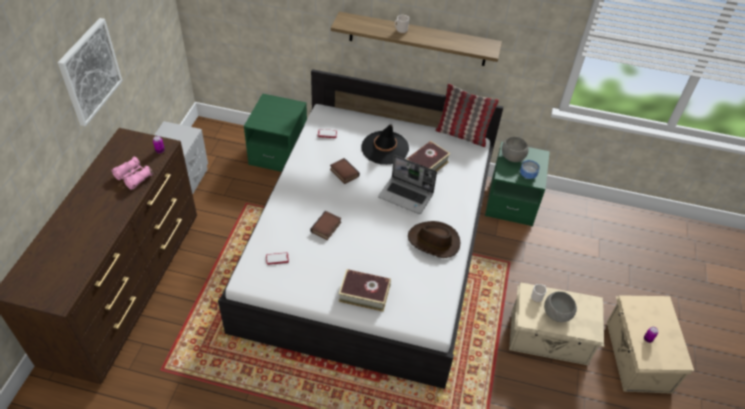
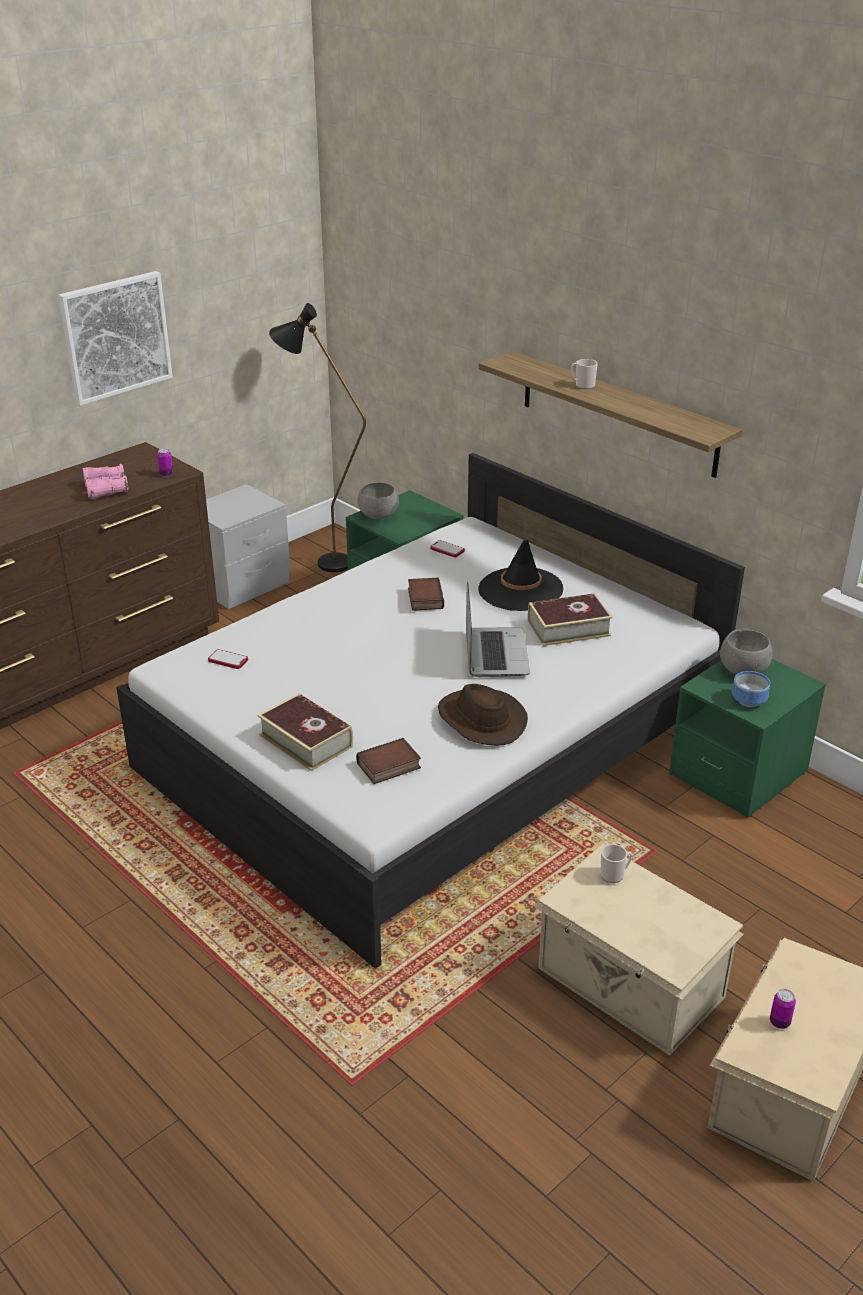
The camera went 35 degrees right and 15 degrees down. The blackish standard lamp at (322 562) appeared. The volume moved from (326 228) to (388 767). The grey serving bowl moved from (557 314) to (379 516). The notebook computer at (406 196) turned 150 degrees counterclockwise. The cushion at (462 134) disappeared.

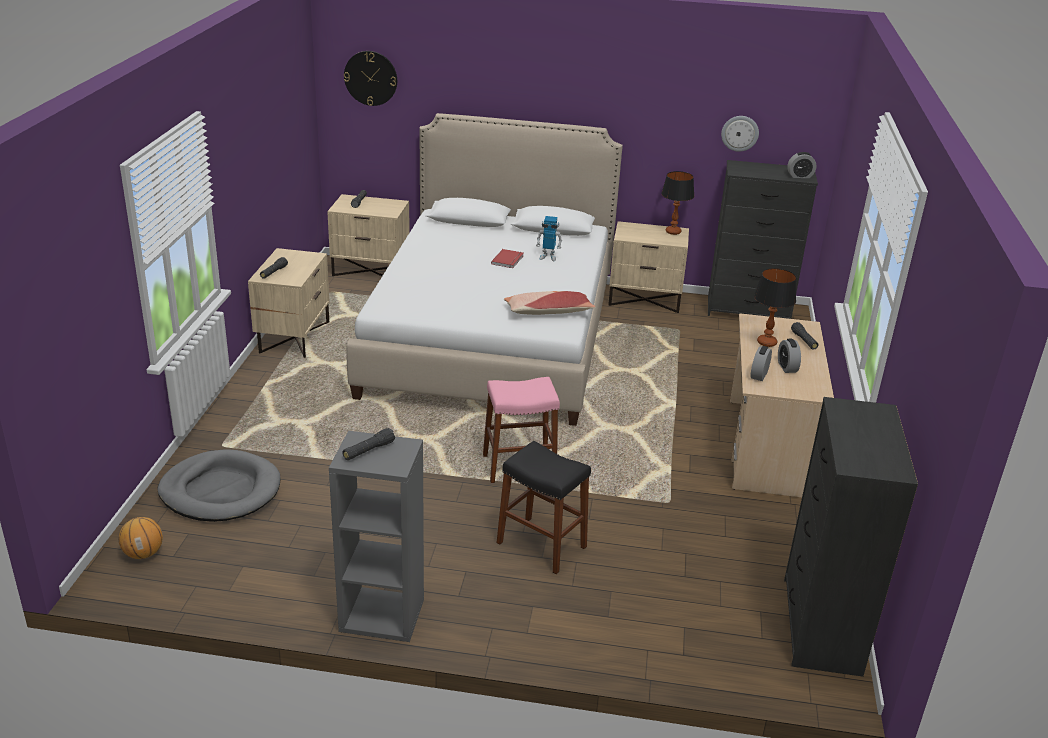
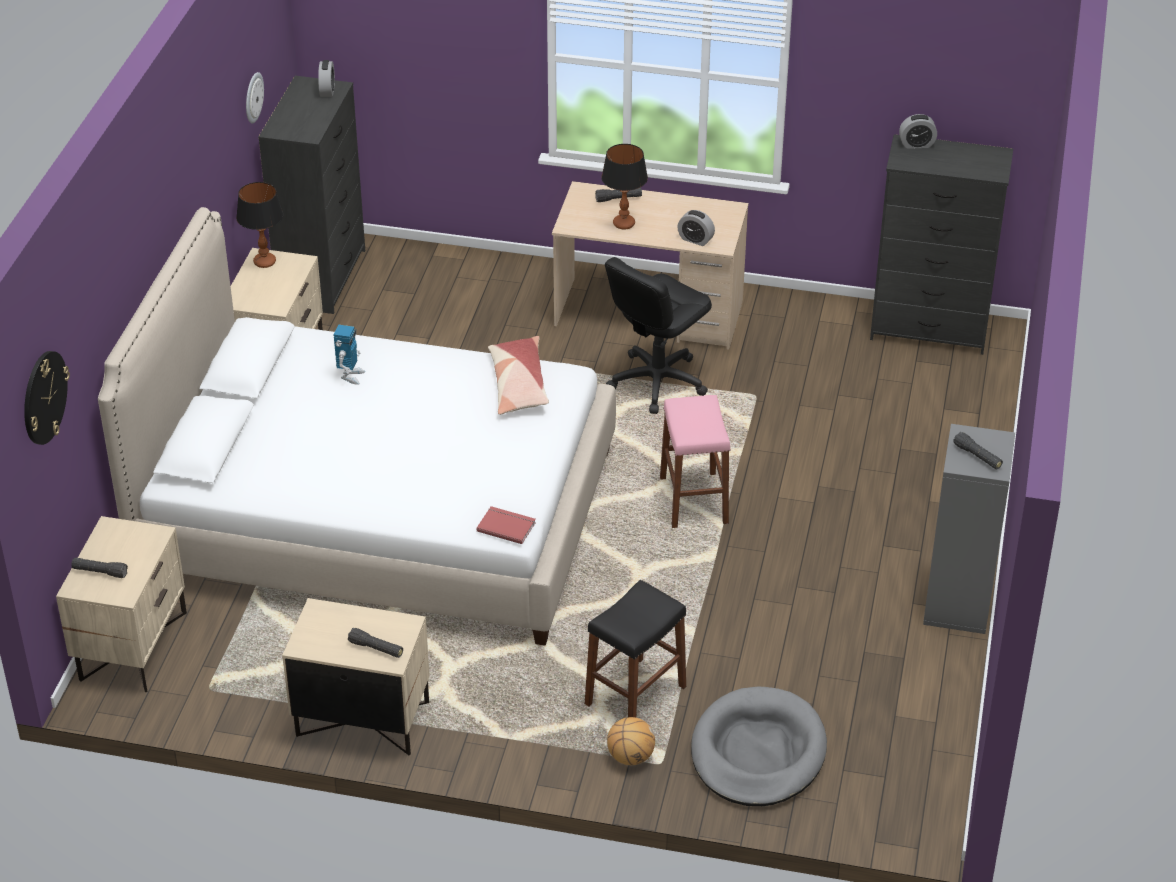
The camera went 85 degrees left and 10 degrees up. The red volume moved from (508 260) to (506 526). The blackish sitting stool moved from (541 545) to (635 695). The blackish computer chair at (657 382) appeared. The basketball ball moved from (143 554) to (630 757). The alarm clock moved from (787 367) to (916 144).

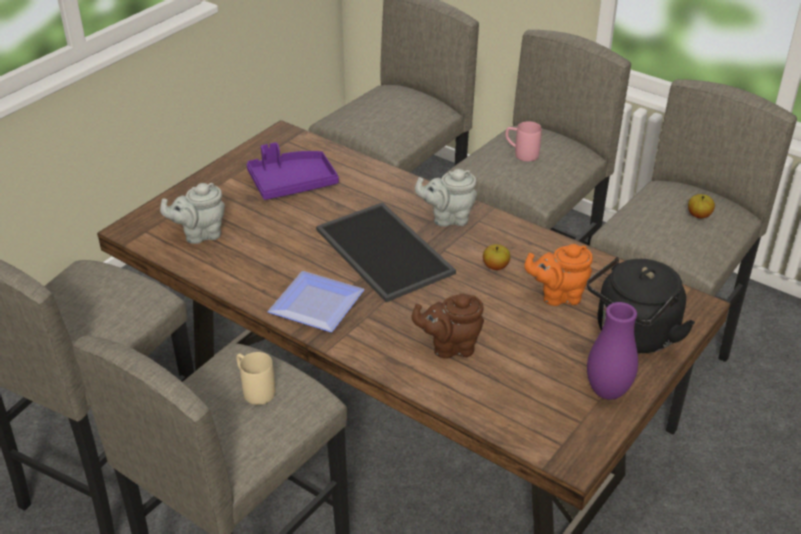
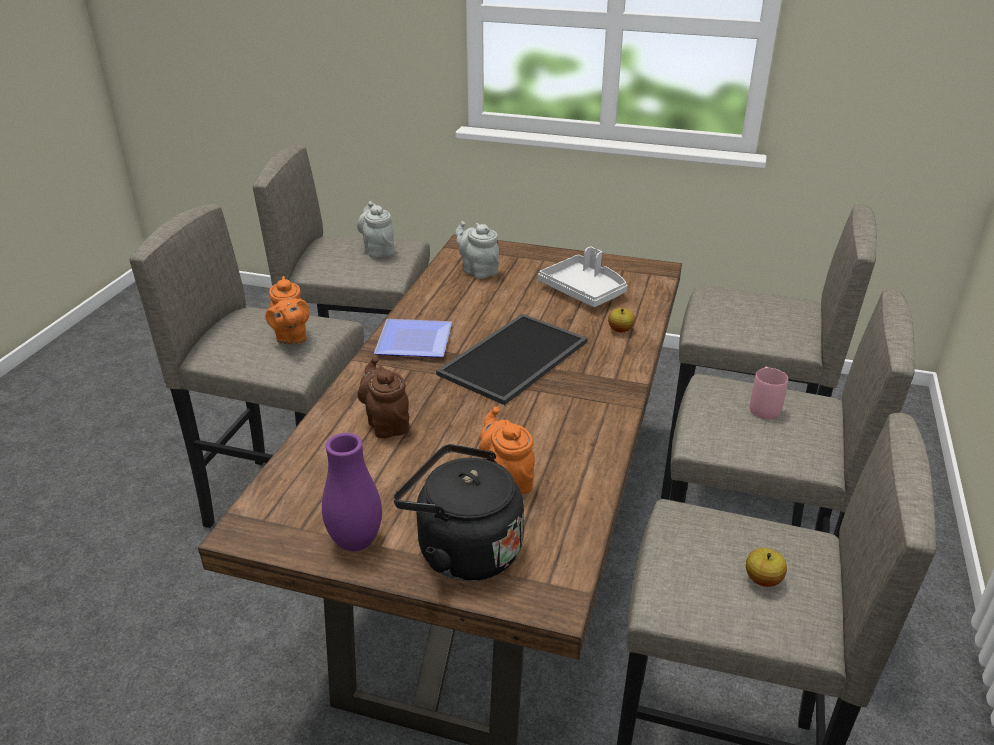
The camera went 70 degrees right and 5 degrees down. The sand-coloured coffee mug at (254 389) was replaced by the orange teapot at (291 337). The grey teapot moved from (448 218) to (378 250). The purplish tray at (292 183) became the grey tray at (584 291). The apple fruit moved from (495 266) to (620 330).

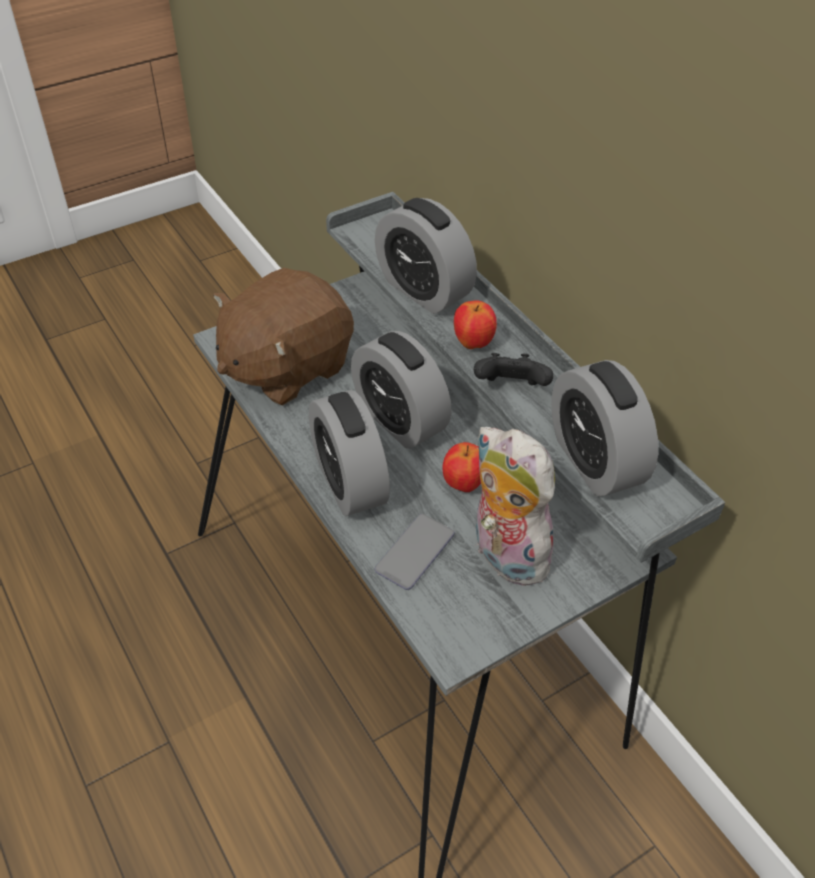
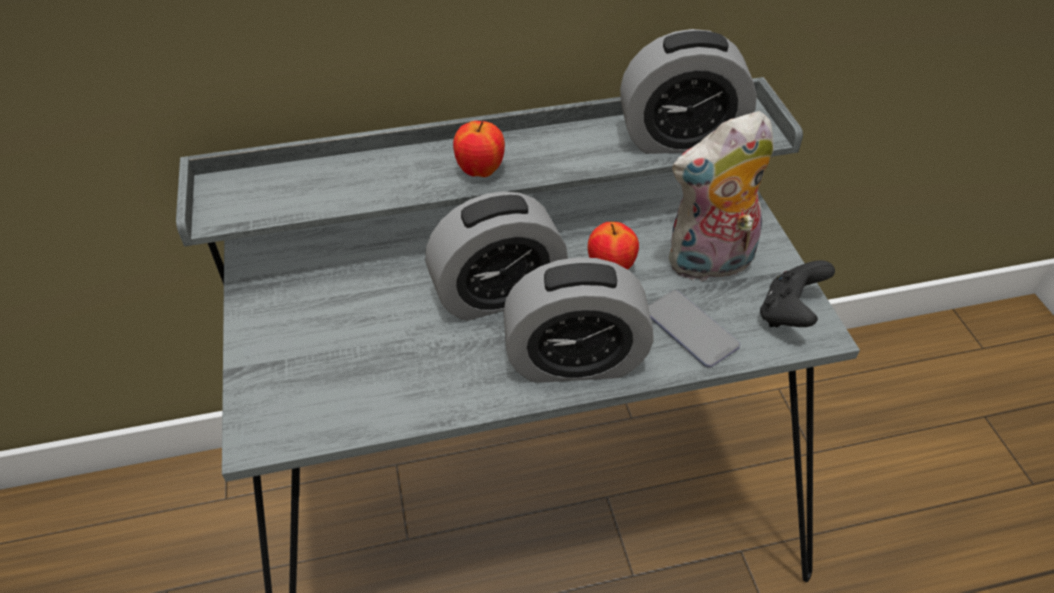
The camera went 70 degrees left and 0 degrees up. The blackish joypad moved from (510 388) to (789 313). The brown-coloured cuddly toy at (285 366) disappeared. The alarm clock at (423 290) disappeared.

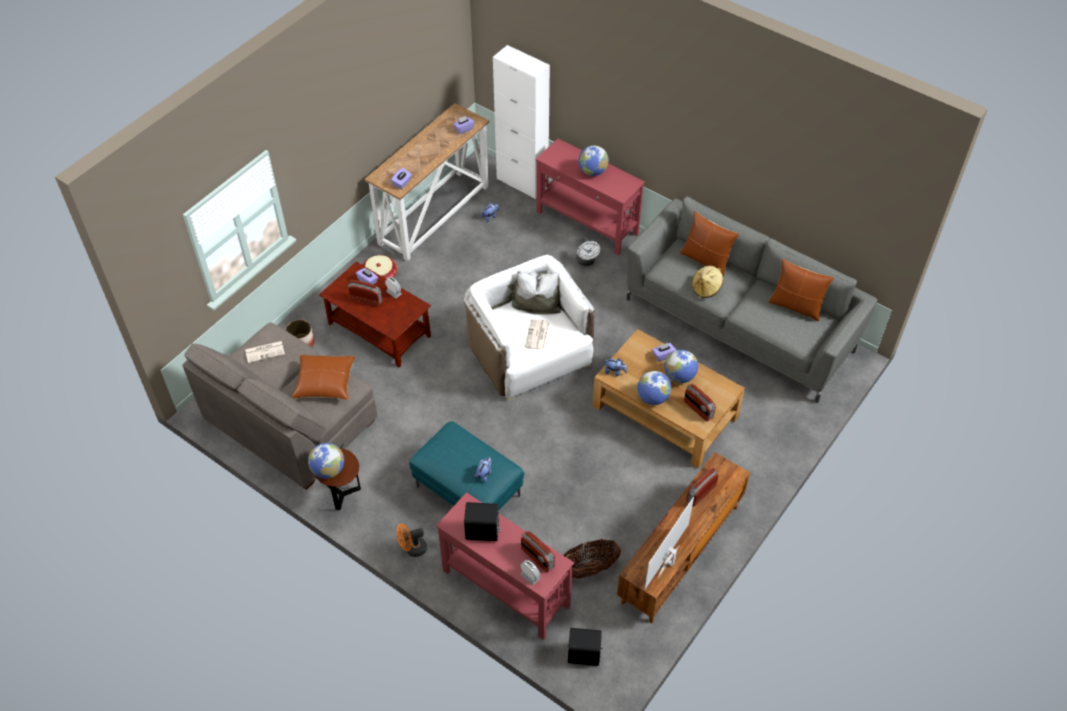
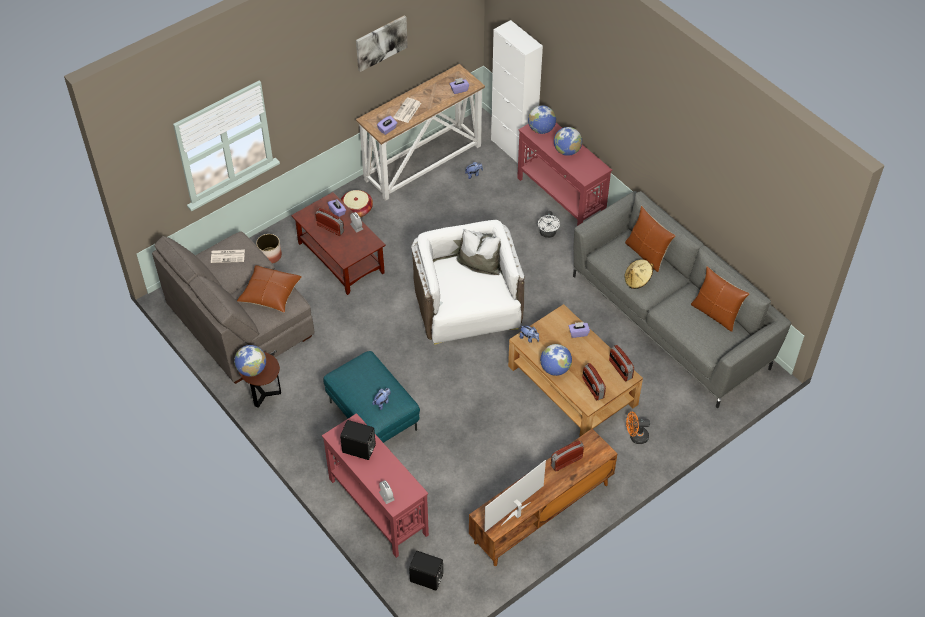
The camera went 15 degrees right and 0 degrees up. The wall art at (381 42) appeared. The daily paper moved from (537 335) to (407 111). The world globe moved from (679 376) to (541 129). The radio moved from (537 558) to (620 369). The orange electric fan moved from (412 549) to (635 437). The household basket at (588 568) disappeared.

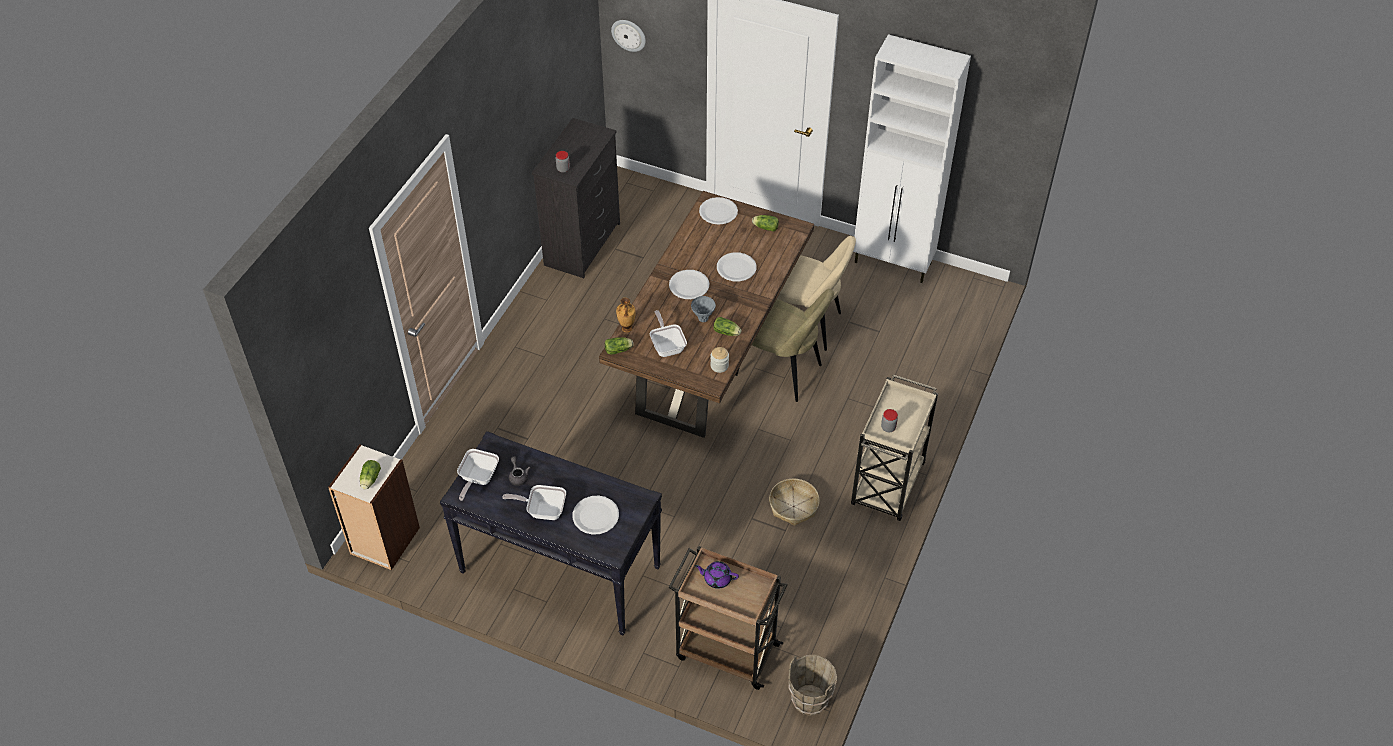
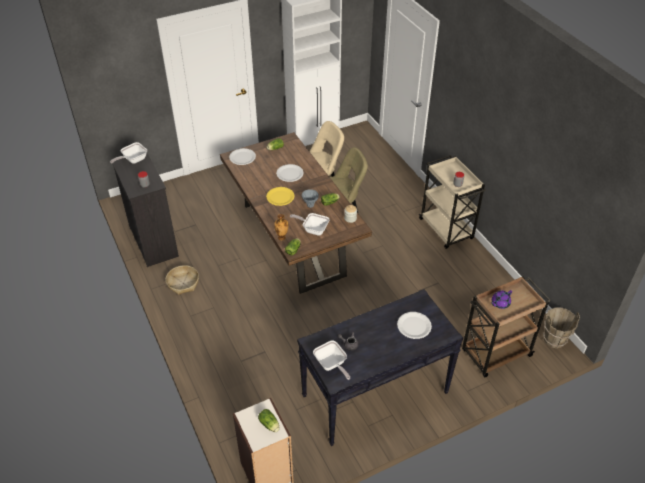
The camera went 50 degrees left and 5 degrees down. The frying pan moved from (543 510) to (133 160). The household basket moved from (793 506) to (183 283). The white-coloured flat dish at (689 285) became the yellowish flat dish at (280 197). The wall clock at (629 35) disappeared.

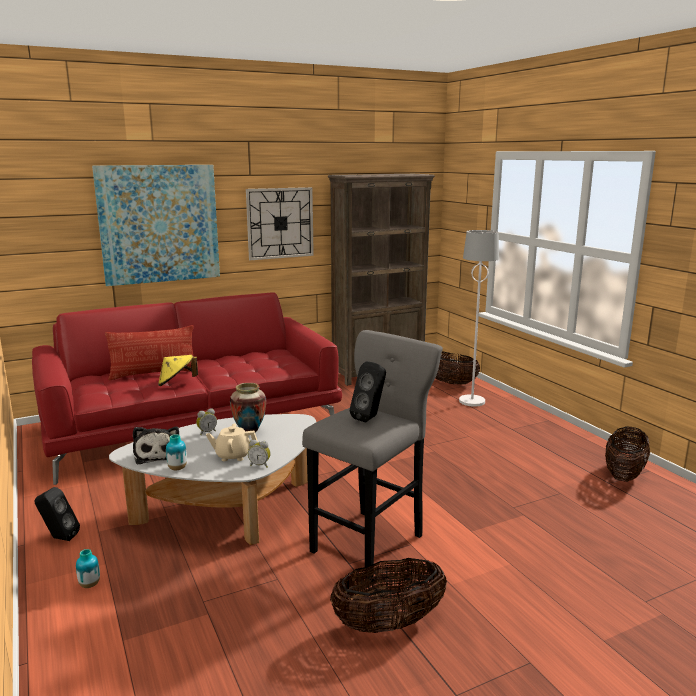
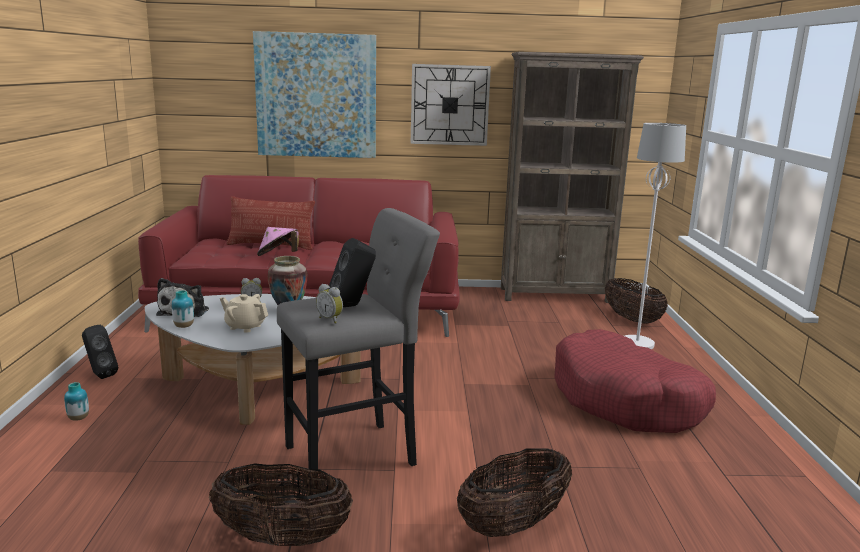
The camera went 25 degrees right and 0 degrees up. The yellowish wearable hat at (177 383) became the pinkish wearable hat at (278 256). The alarm clock moved from (260 465) to (331 319). The household basket moved from (624 474) to (513 524). The red pet bed at (626 400) appeared.

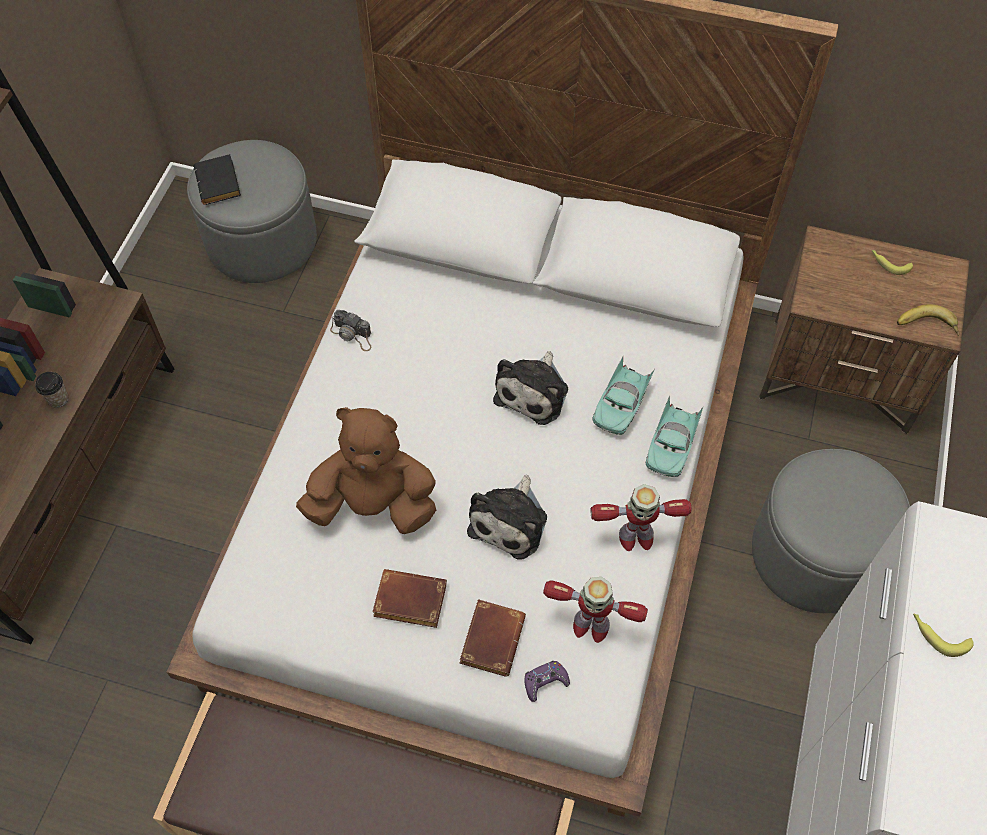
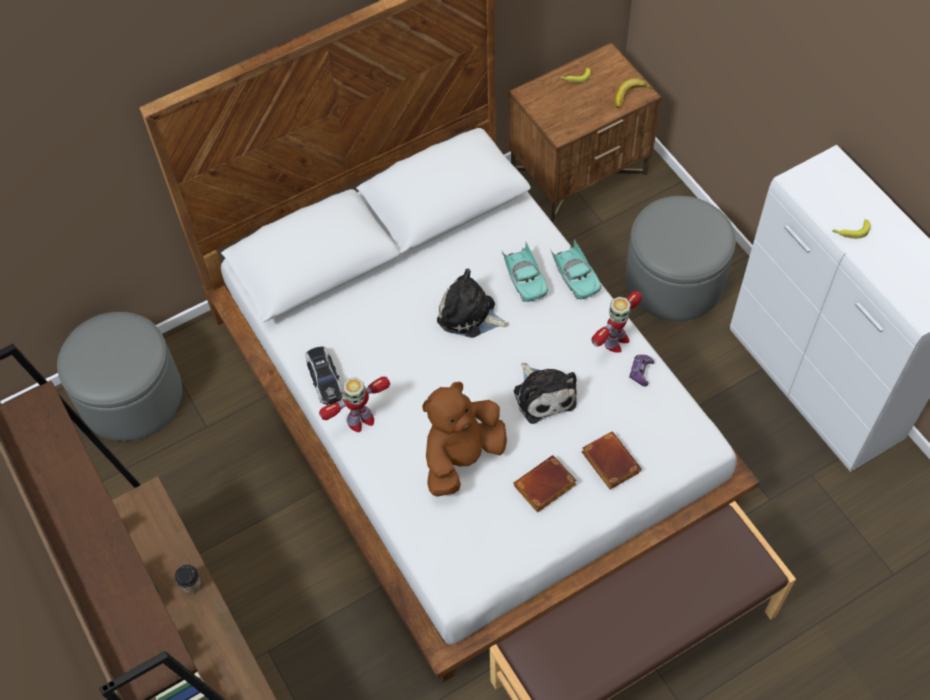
The camera went 45 degrees left and 0 degrees up. The still camera at (353 335) was replaced by the miniature car at (325 379). The robot figure moved from (590 625) to (360 420). The cuddly toy at (534 391) turned 135 degrees clockwise. The purplish joypad moved from (545 682) to (641 372). The blackish volume at (220 184) disappeared.

